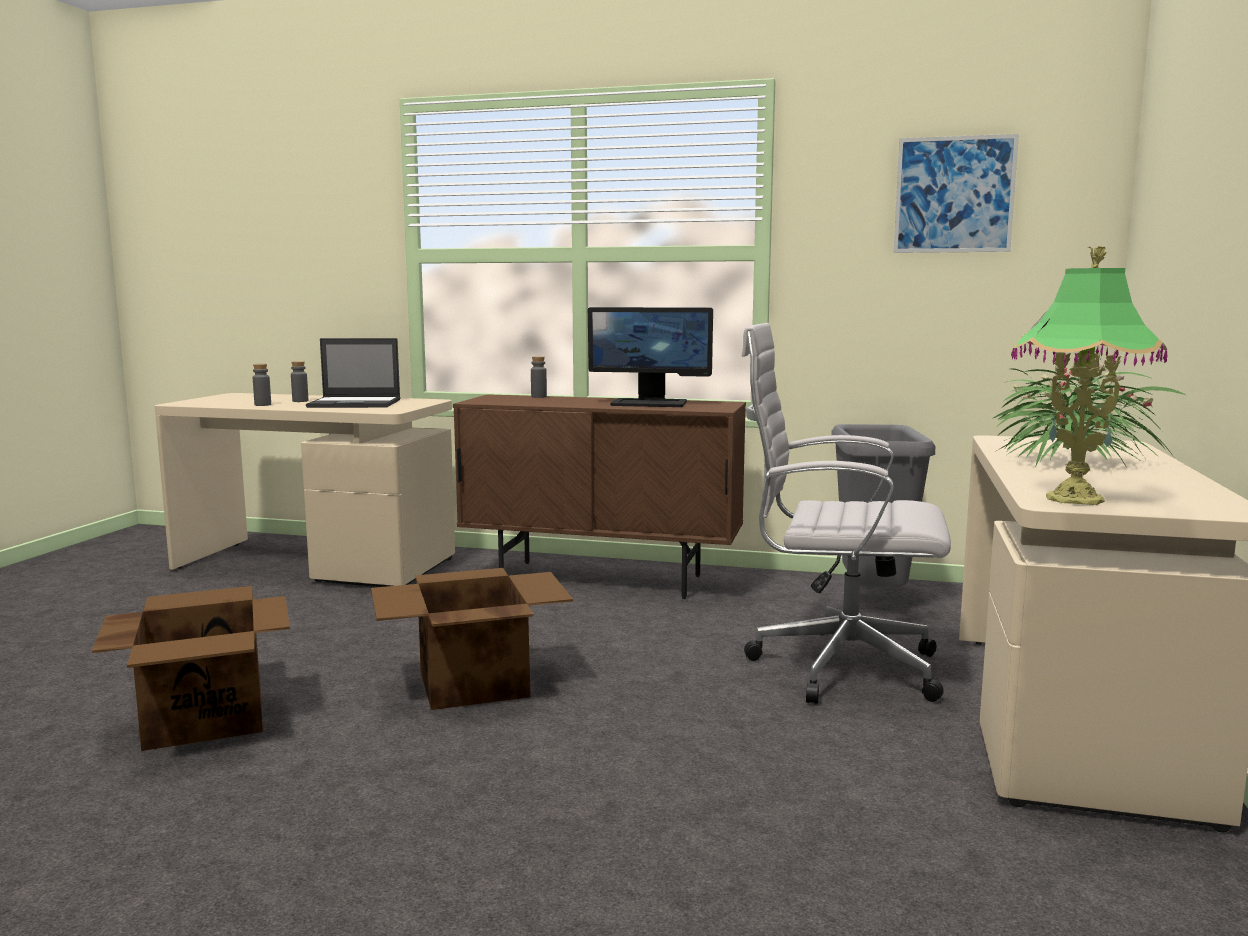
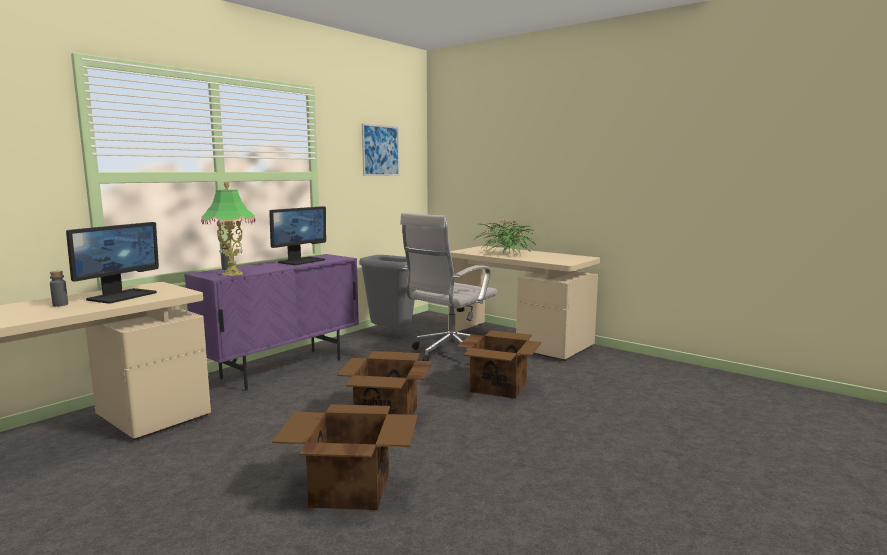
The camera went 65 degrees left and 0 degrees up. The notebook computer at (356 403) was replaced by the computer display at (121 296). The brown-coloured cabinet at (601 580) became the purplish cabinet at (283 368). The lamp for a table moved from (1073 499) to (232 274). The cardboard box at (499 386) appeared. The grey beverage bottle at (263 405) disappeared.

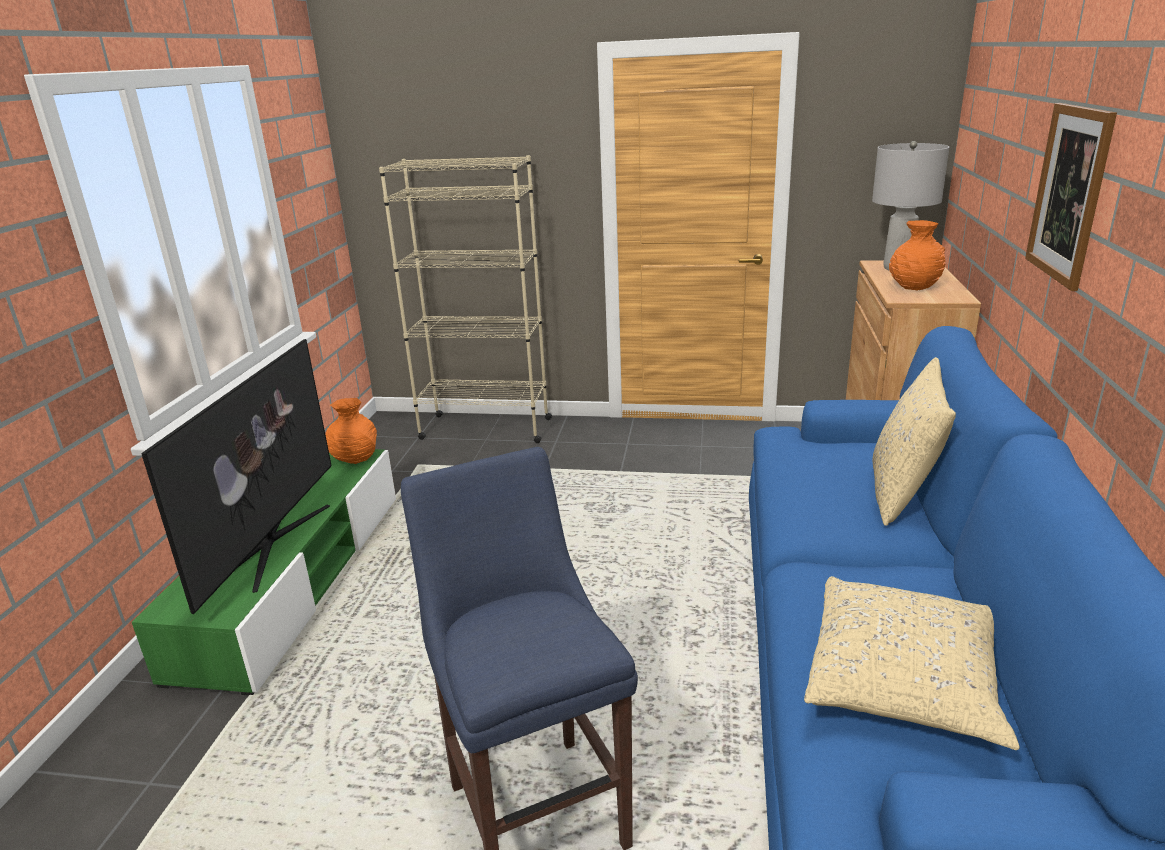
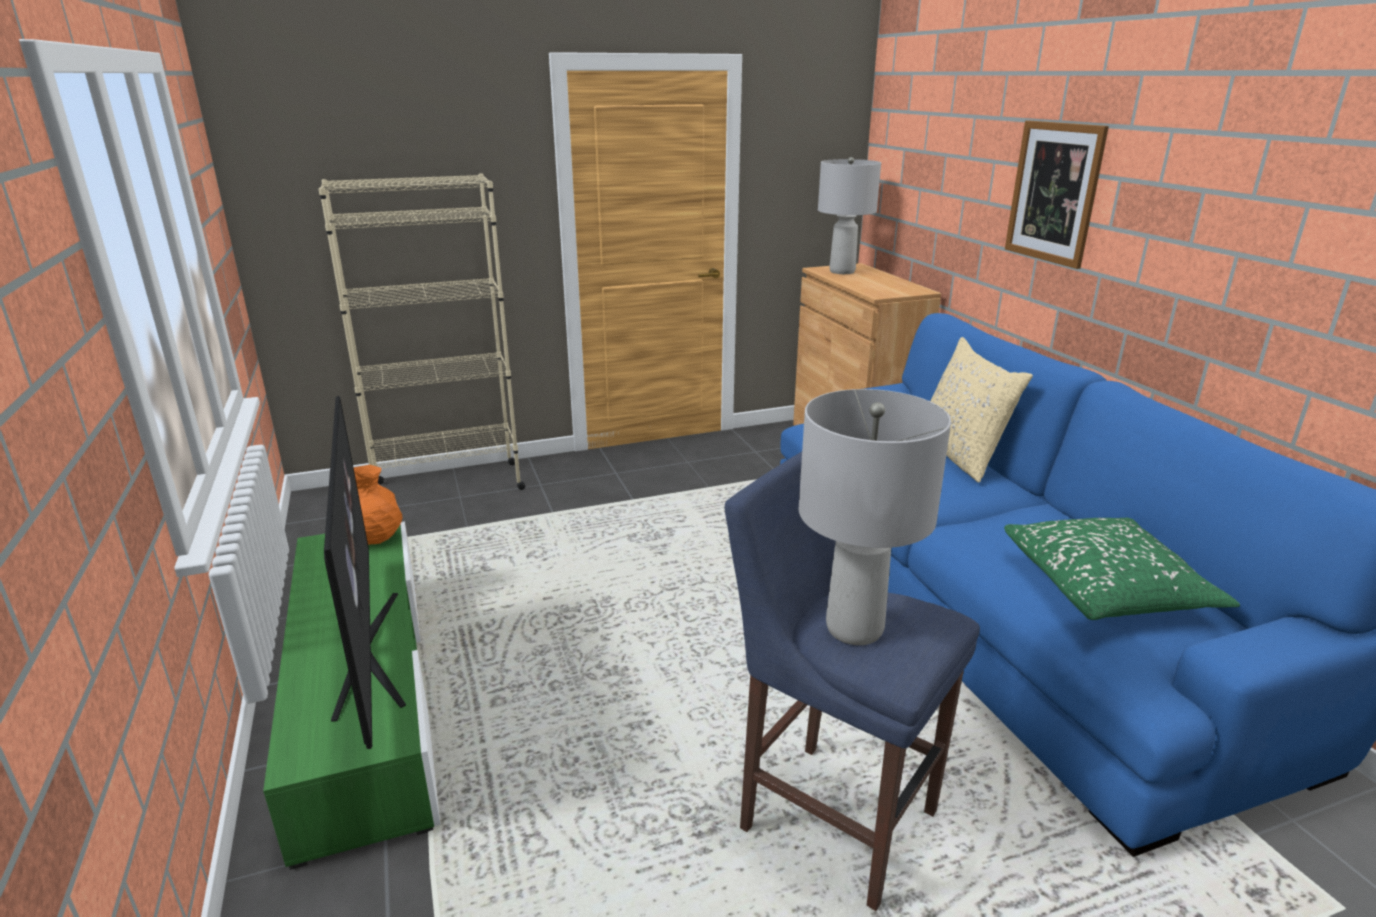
The camera went 30 degrees left and 0 degrees up. The grey lamp for a table at (855 628) appeared. The sand-coloured cushion at (904 678) became the green cushion at (1106 587). The orange decorative vase at (913 286) disappeared.

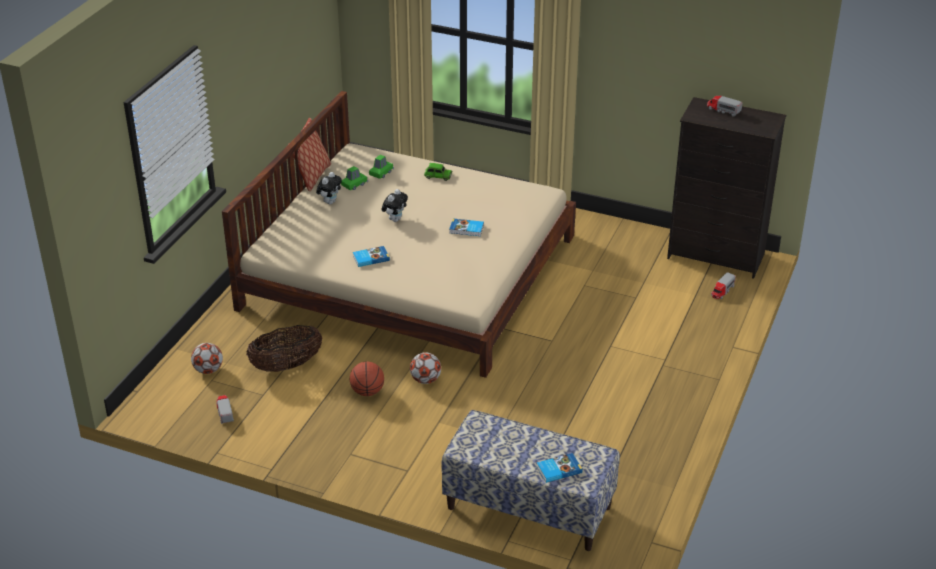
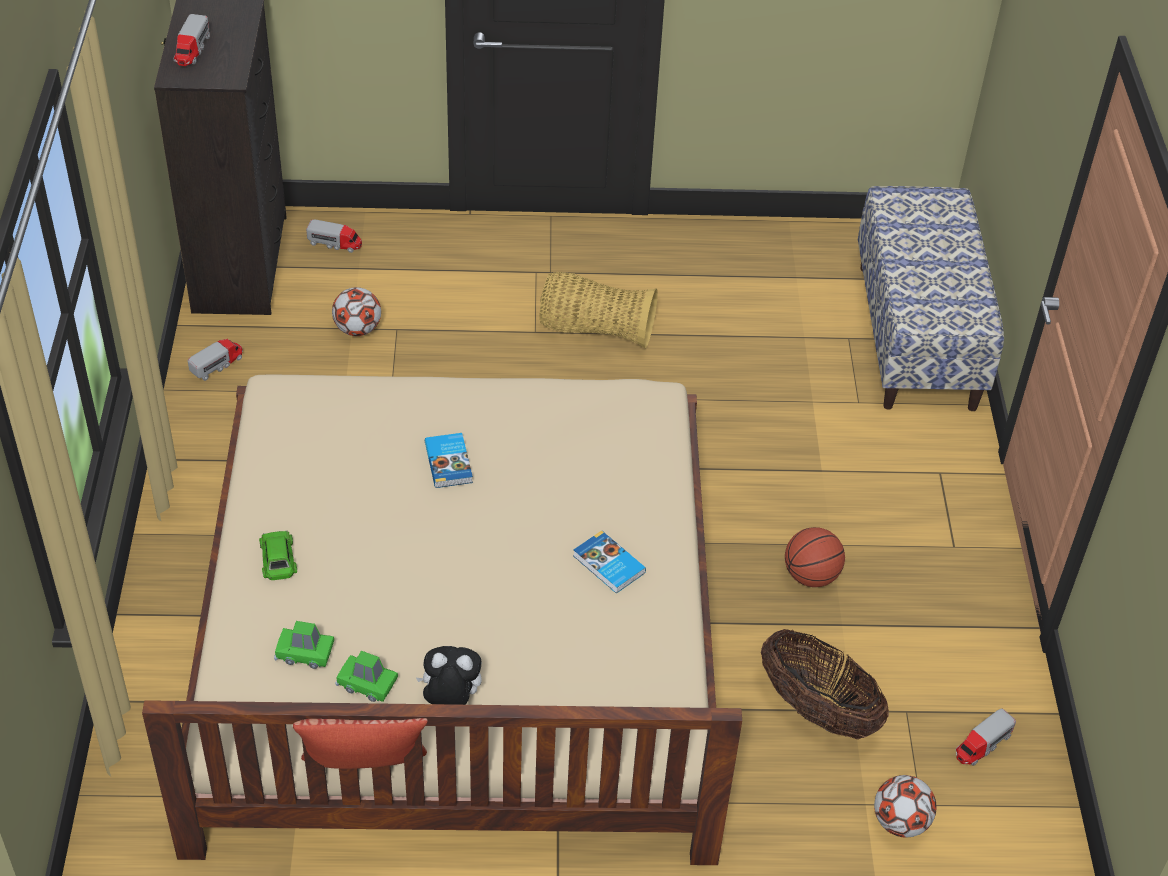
The camera went 115 degrees left and 10 degrees up. The toy lorry at (217 364) appeared. The football moved from (425 380) to (357 329). The household basket at (595 330) appeared. The cuddly toy at (395 219) disappeared. The volume at (558 469) disappeared.

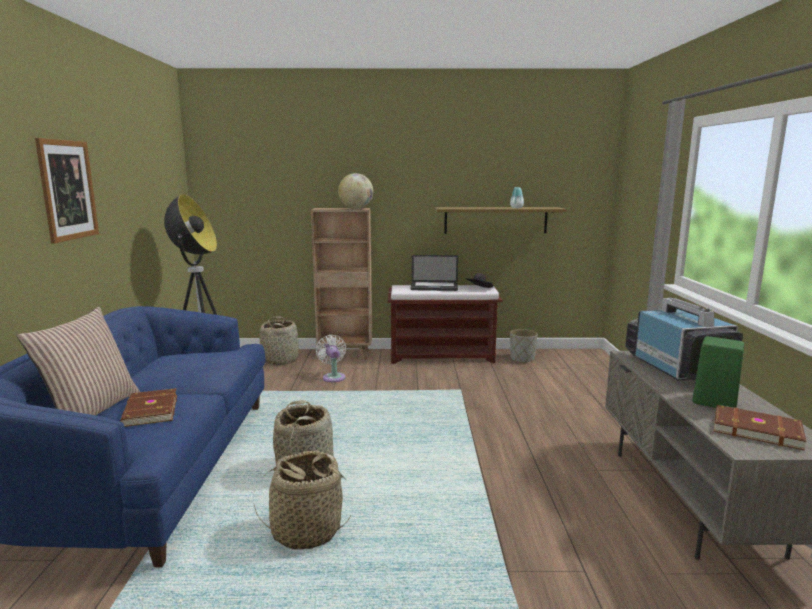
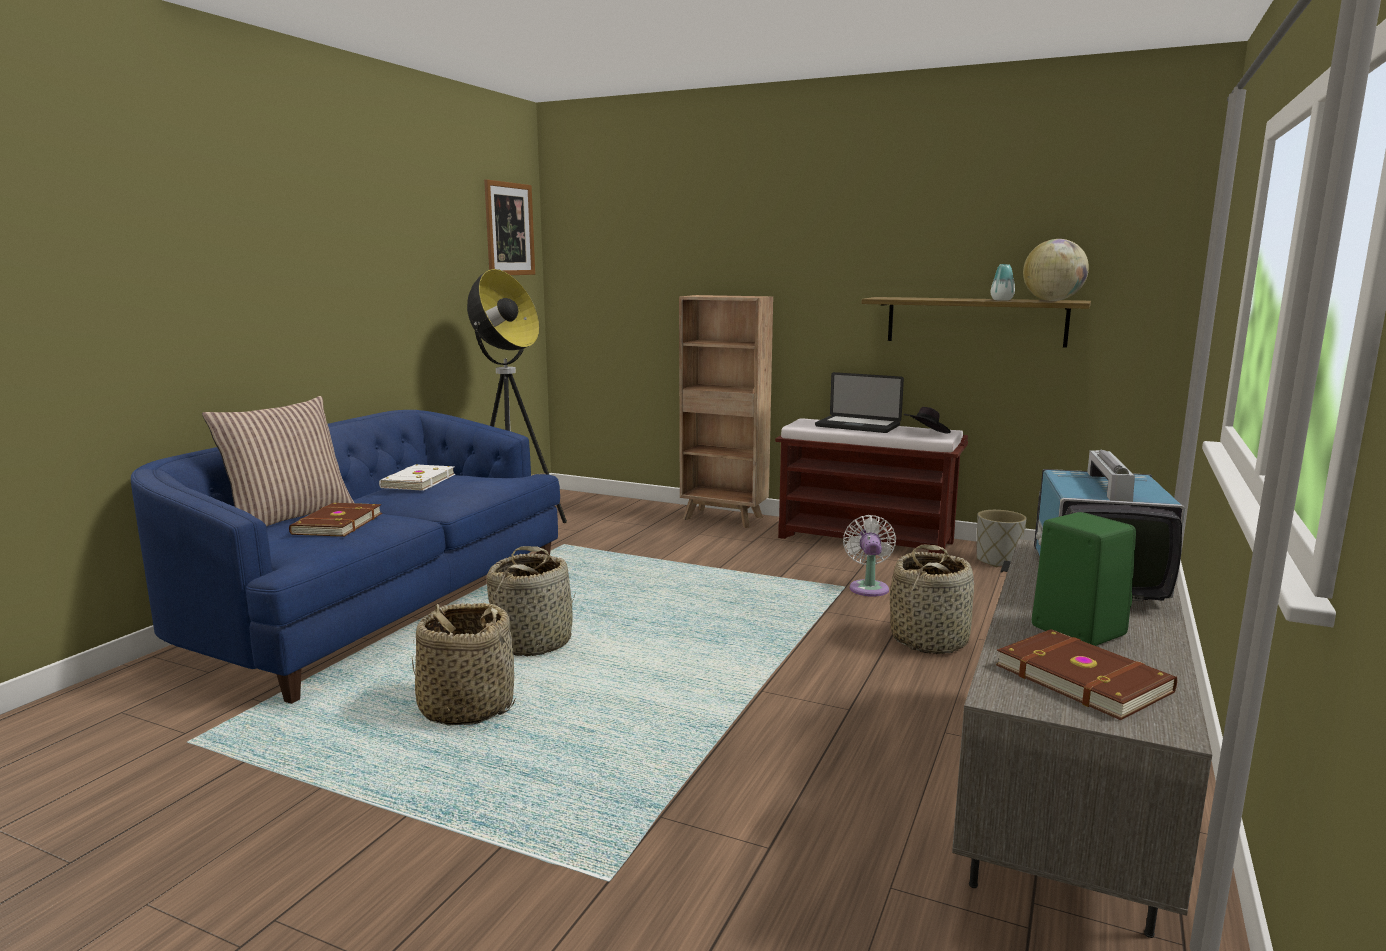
The camera went 25 degrees right and 0 degrees up. The white-coloured volume at (417 481) appeared. The wall art moved from (68 190) to (509 229). The white-coloured electric fan moved from (333 377) to (868 587). The household basket moved from (281 360) to (929 640). The world globe moved from (356 208) to (1052 301).

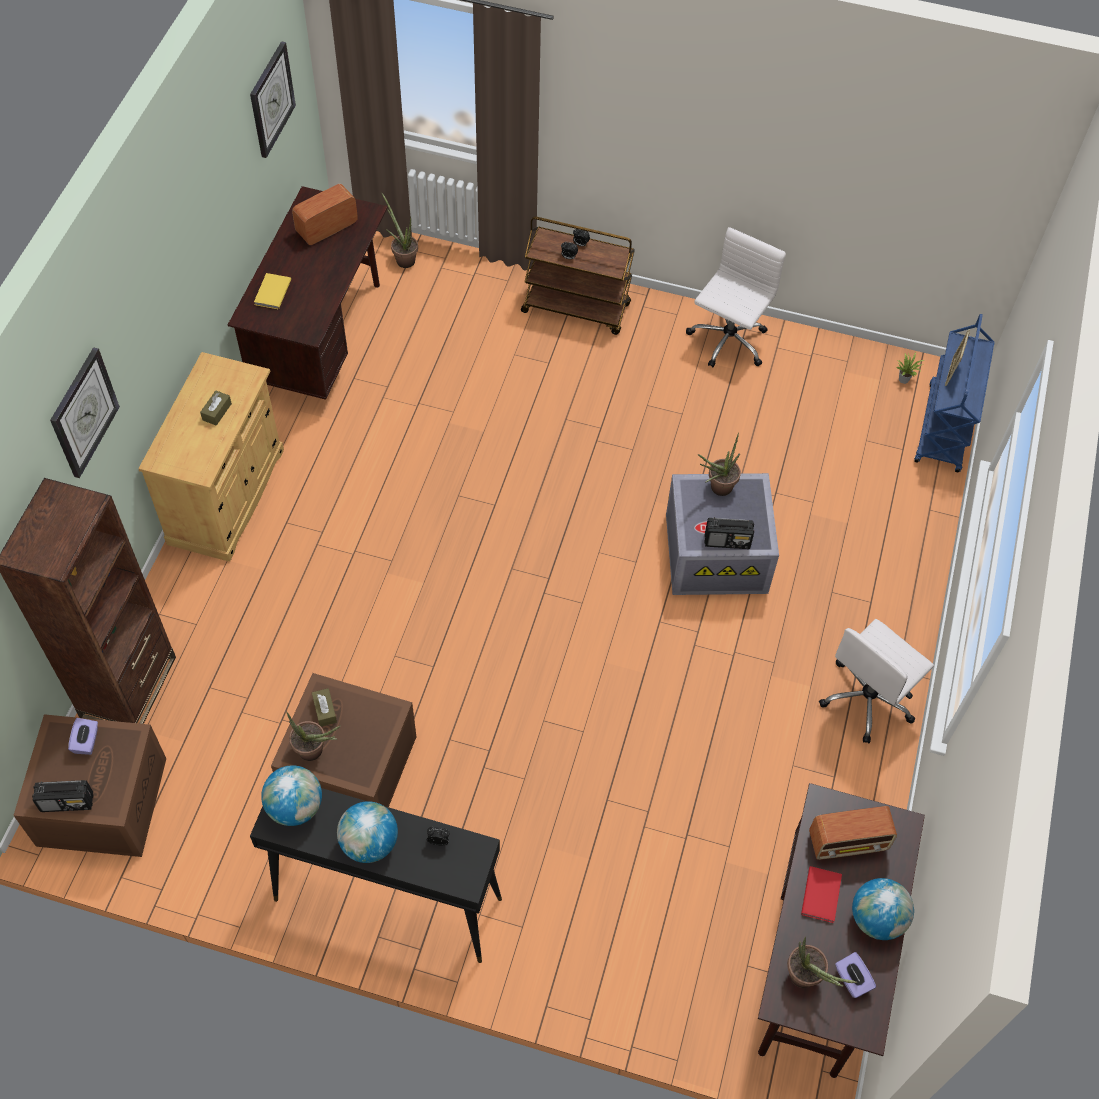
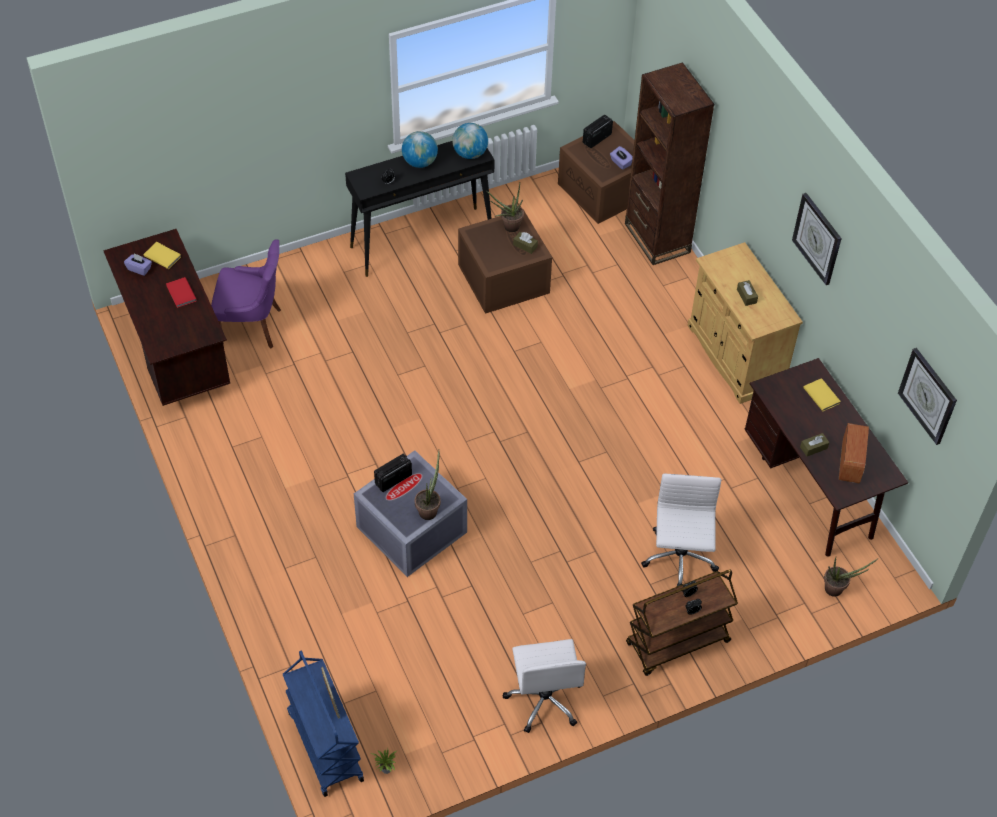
The camera went 140 degrees right and 5 degrees down. The potted plant at (807 979) was replaced by the yellowish volume at (162 256). The purplish plain chair at (252 326) appeared. The white-coloured computer chair moved from (867 699) to (679 560). The wall clock moved from (83 412) to (817 238). The brown-coloured tissue holder at (813 448) appeared. The radio at (848 842) disappeared. The world globe at (876 918) disappeared.

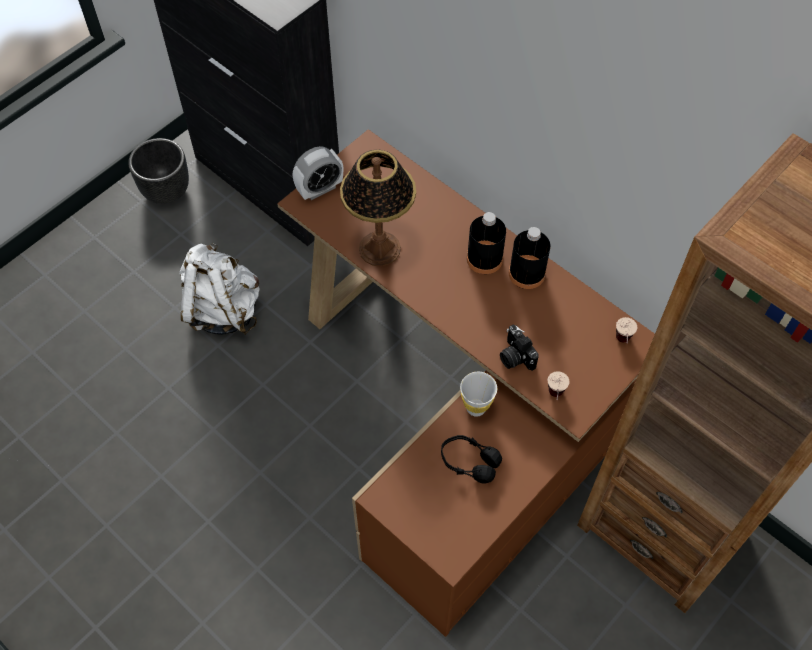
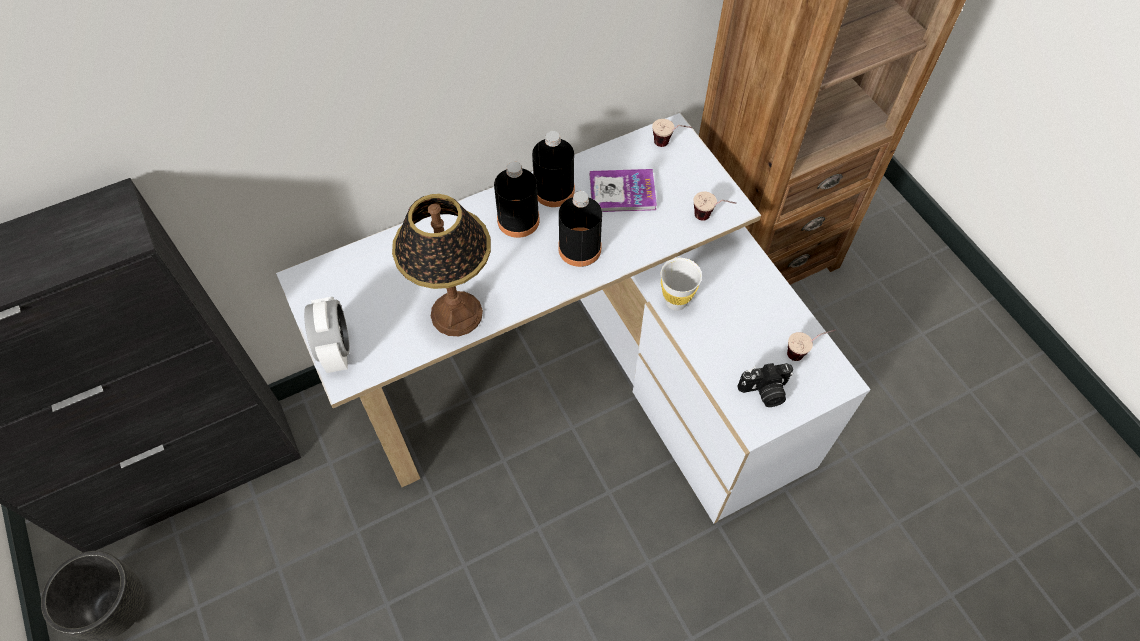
The camera went 70 degrees left and 0 degrees up. The brown-coloured desk table at (456 417) became the white-coloured desk table at (585 378). The blackish beverage bottle at (579 248) appeared. The volume at (622 192) appeared. The still camera moved from (515 356) to (765 392). The drinking cup at (804 352) appeared. The white-coloured rucksack at (223 310) disappeared. The blackish headset at (469 462) disappeared.

